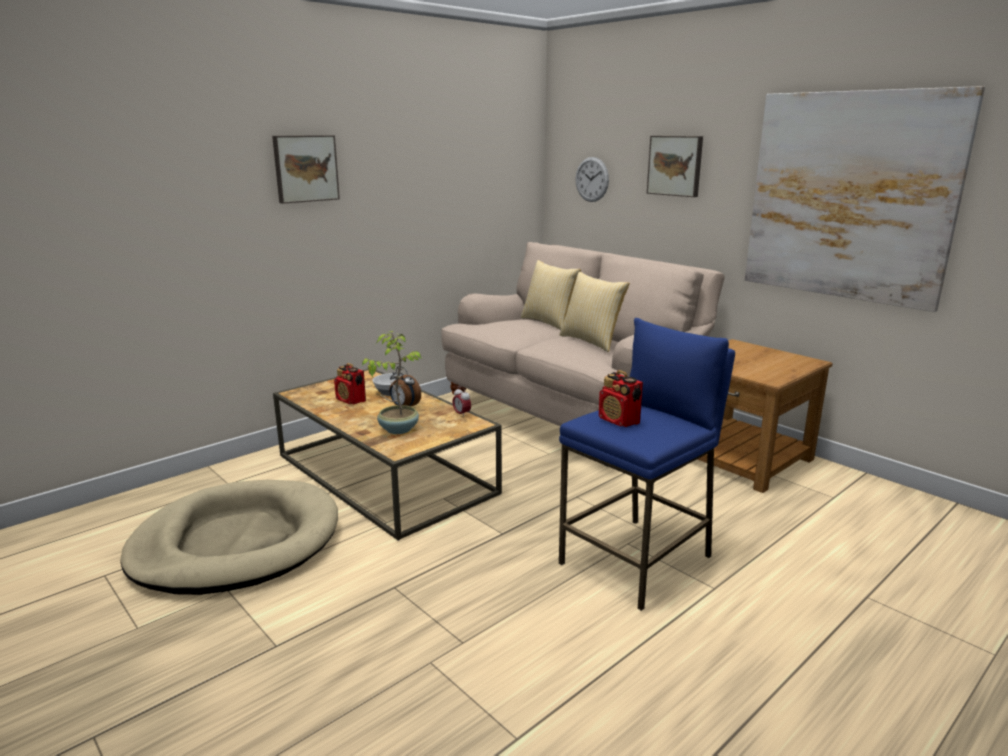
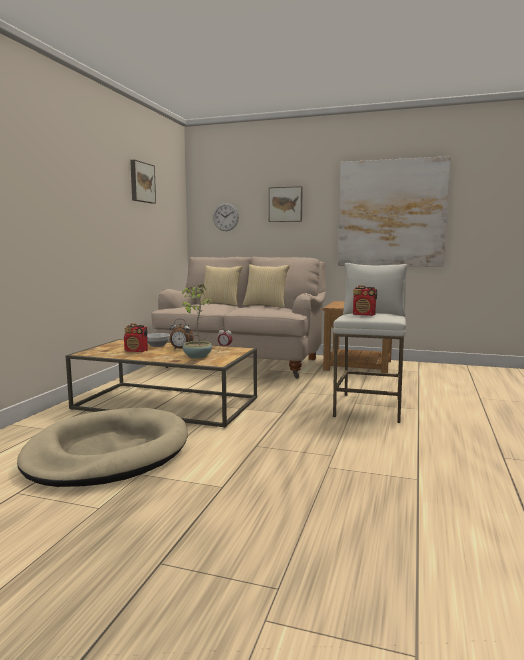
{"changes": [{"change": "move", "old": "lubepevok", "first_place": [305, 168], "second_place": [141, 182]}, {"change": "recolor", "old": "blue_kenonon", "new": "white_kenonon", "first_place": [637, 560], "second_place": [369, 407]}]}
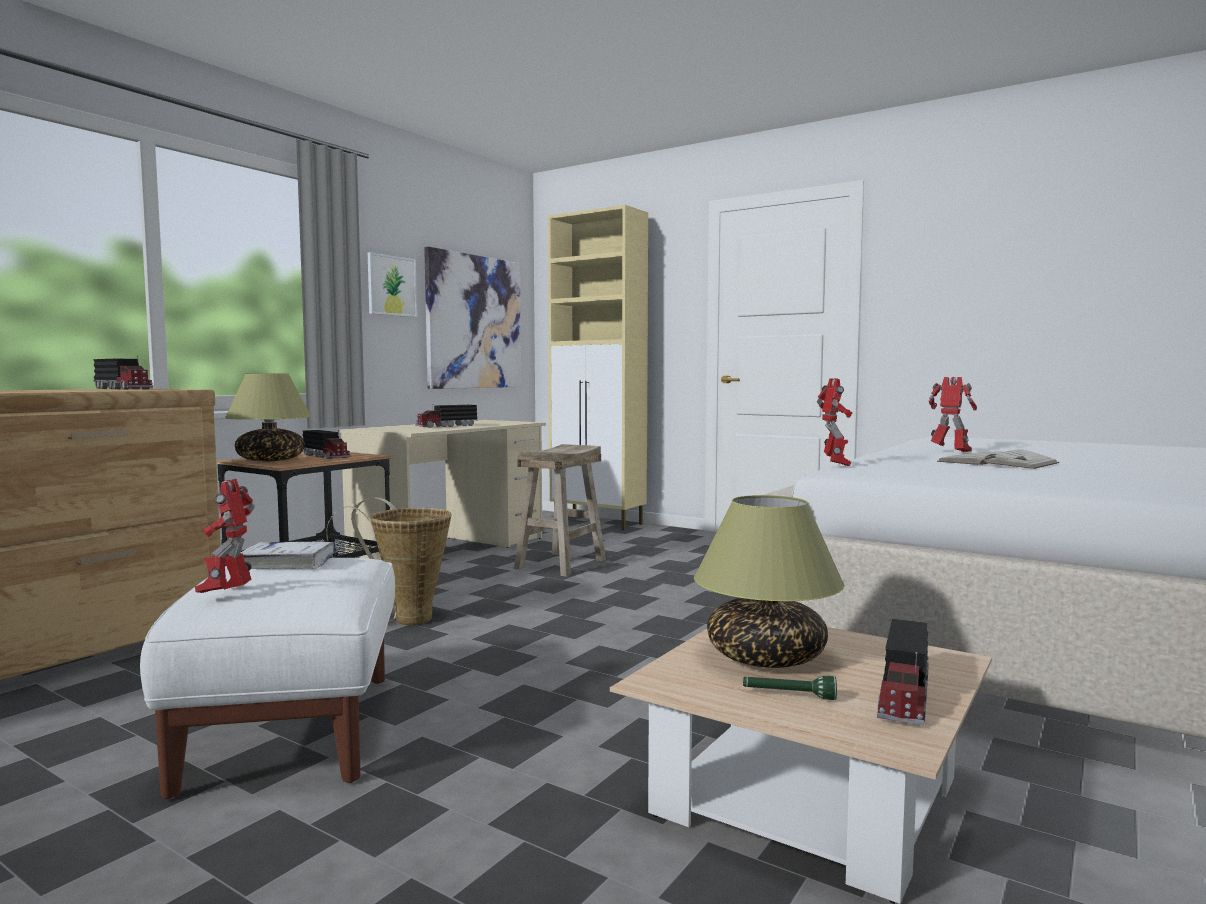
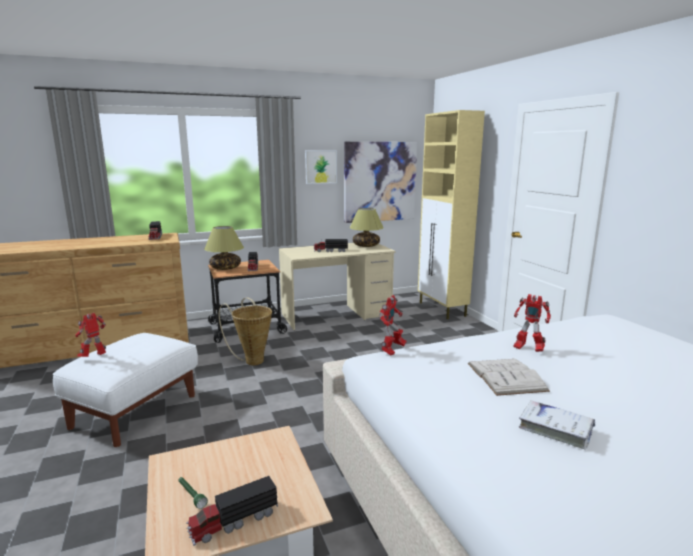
{"changes": [{"change": "move", "old": "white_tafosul", "first_place": [288, 564], "second_place": [555, 429]}, {"change": "delete", "old": "beige_kenonon", "first_place": [561, 564]}, {"change": "move", "old": "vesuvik", "first_place": [767, 658], "second_place": [366, 246]}, {"change": "rotate", "old": "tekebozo", "first_place": [951, 451], "second_place": [527, 349], "degrees": 135}]}
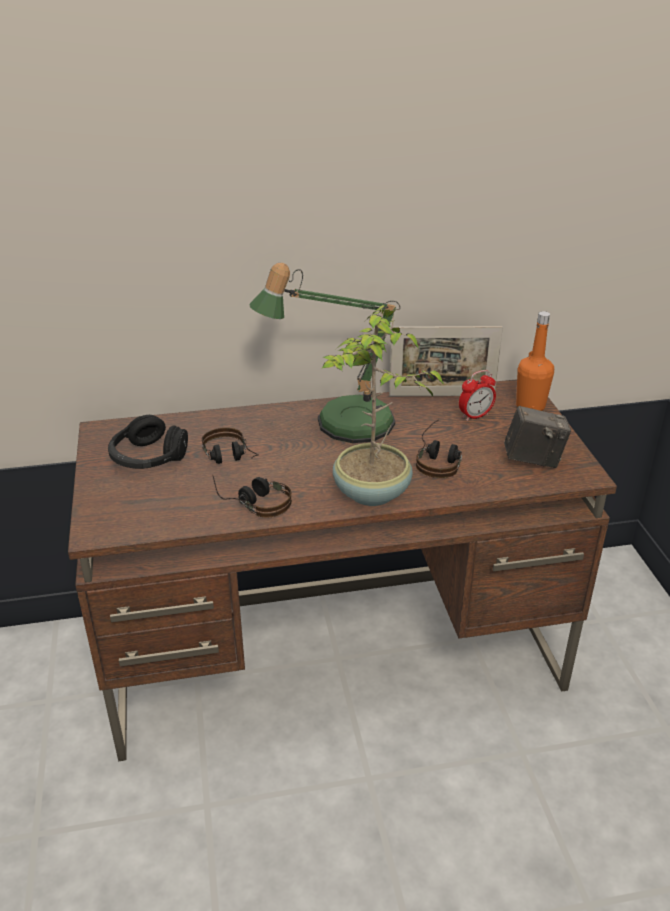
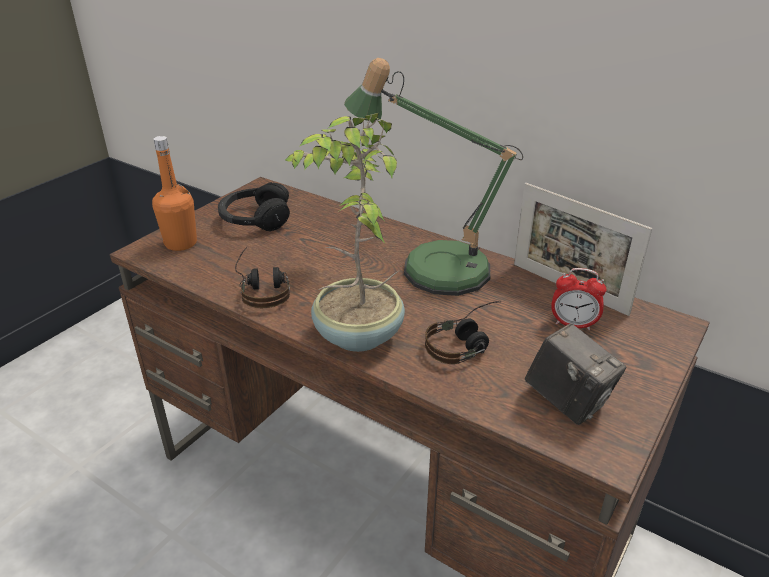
{"changes": [{"change": "delete", "old": "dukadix", "first_place": [230, 459]}, {"change": "move", "old": "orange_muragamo", "first_place": [530, 406], "second_place": [181, 243]}]}
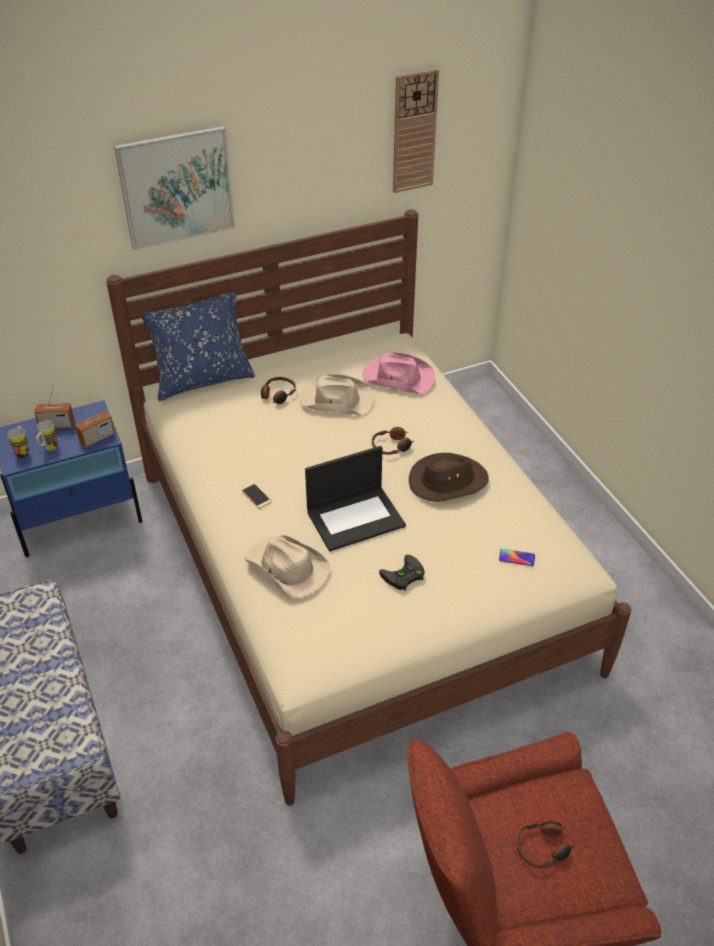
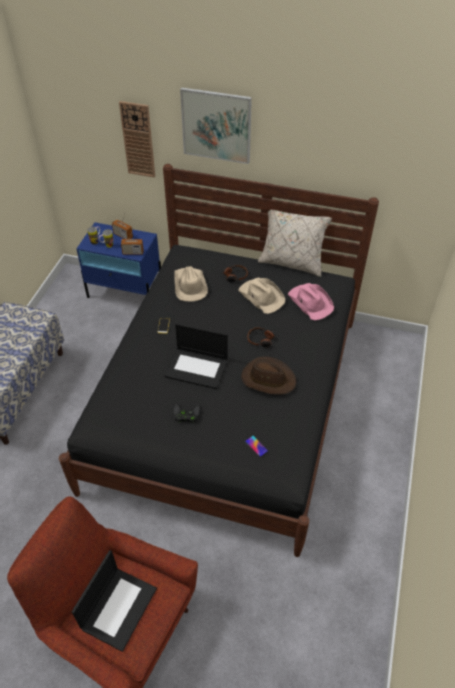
{"changes": [{"change": "recolor", "old": "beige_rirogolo", "new": "black_rirogolo", "first_place": [357, 567], "second_place": [227, 401]}, {"change": "delete", "old": "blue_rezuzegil", "first_place": [202, 380]}, {"change": "move", "old": "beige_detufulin", "first_place": [287, 569], "second_place": [190, 285]}, {"change": "move", "old": "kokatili", "first_place": [414, 132], "second_place": [138, 140]}, {"change": "replace", "old": "dukadix", "new": "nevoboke", "first_place": [543, 847], "second_place": [118, 607]}, {"change": "insert", "new": "beige_rezuzegil", "second_place": [291, 263]}]}
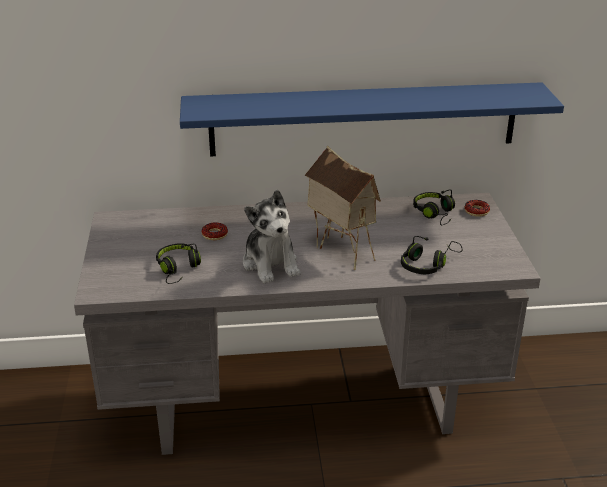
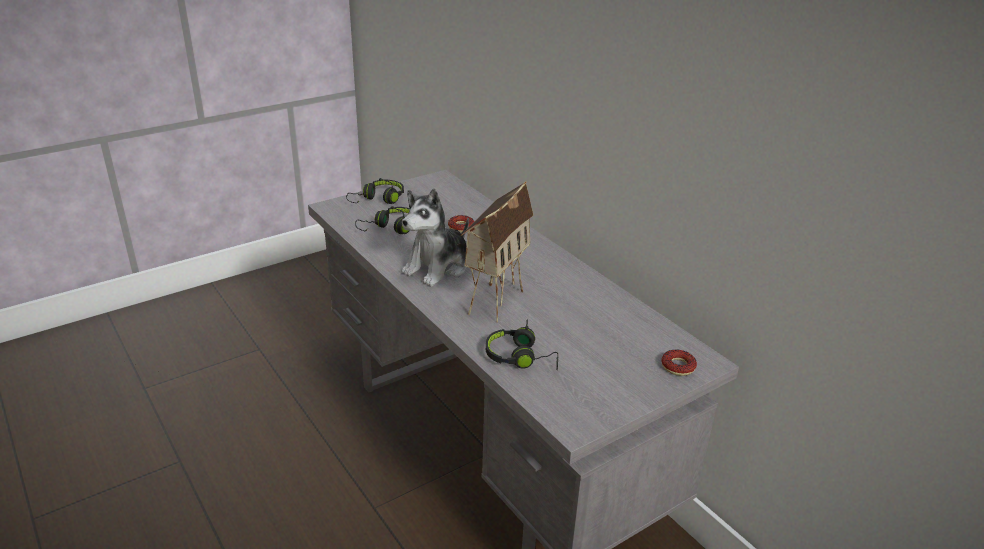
{"changes": [{"change": "delete", "old": "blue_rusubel", "first_place": [363, 119]}, {"change": "move", "old": "black_dukadix", "first_place": [435, 214], "second_place": [379, 199]}]}
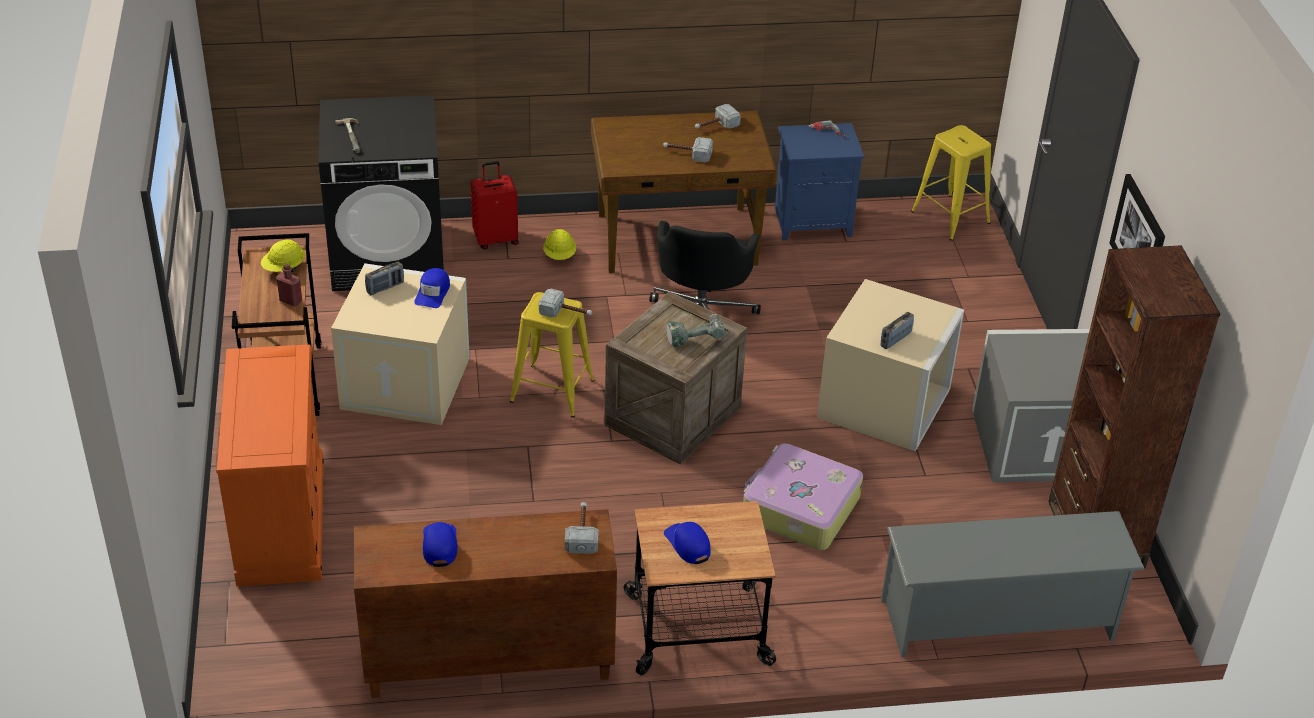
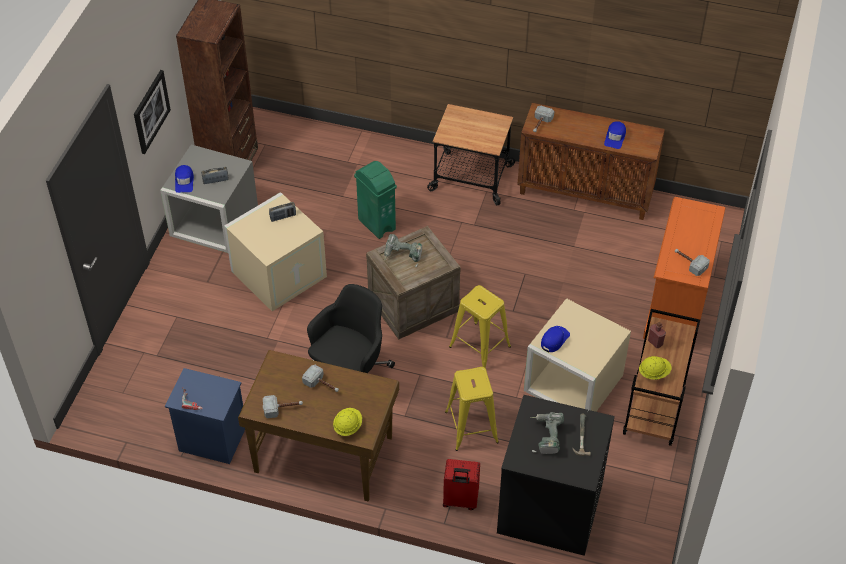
{"changes": [{"change": "move", "old": "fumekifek", "first_place": [385, 287], "second_place": [215, 180]}, {"change": "move", "old": "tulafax", "first_place": [566, 313], "second_place": [689, 263]}, {"change": "move", "old": "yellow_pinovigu", "first_place": [560, 256], "second_place": [347, 426]}, {"change": "move", "old": "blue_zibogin", "first_place": [688, 544], "second_place": [184, 181]}, {"change": "replace", "old": "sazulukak", "new": "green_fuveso", "first_place": [799, 508], "second_place": [376, 224]}, {"change": "delete", "old": "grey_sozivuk", "first_place": [997, 620]}, {"change": "move", "old": "yellow_kenonon", "first_place": [950, 217], "second_place": [471, 427]}, {"change": "insert", "new": "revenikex", "second_place": [546, 437]}]}
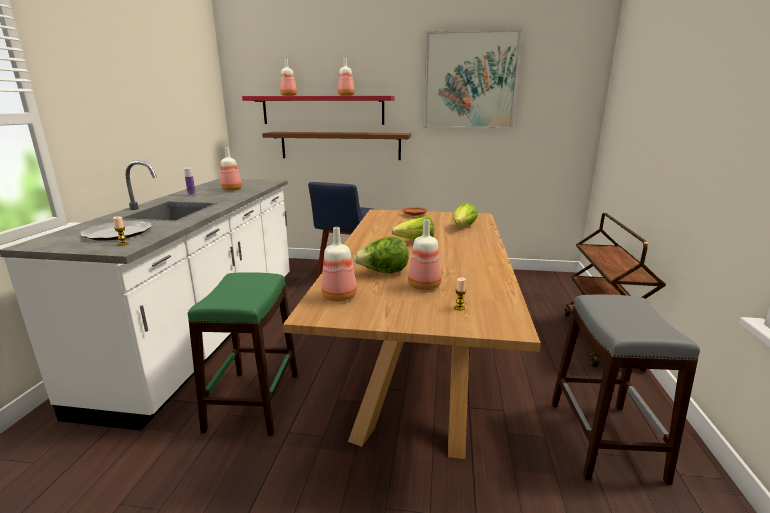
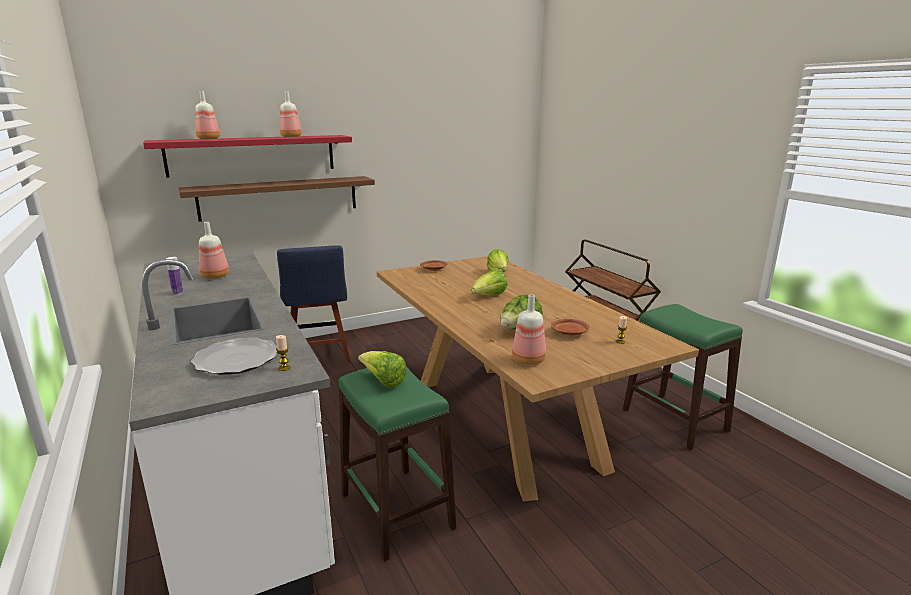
{"changes": [{"change": "replace", "old": "muragamo", "new": "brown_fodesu", "first_place": [425, 286], "second_place": [570, 333]}, {"change": "delete", "old": "lubepevok", "first_place": [470, 81]}, {"change": "recolor", "old": "grey_kenonon", "new": "green_kenonon", "first_place": [605, 439], "second_place": [674, 420]}, {"change": "insert", "new": "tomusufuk", "second_place": [383, 381]}]}
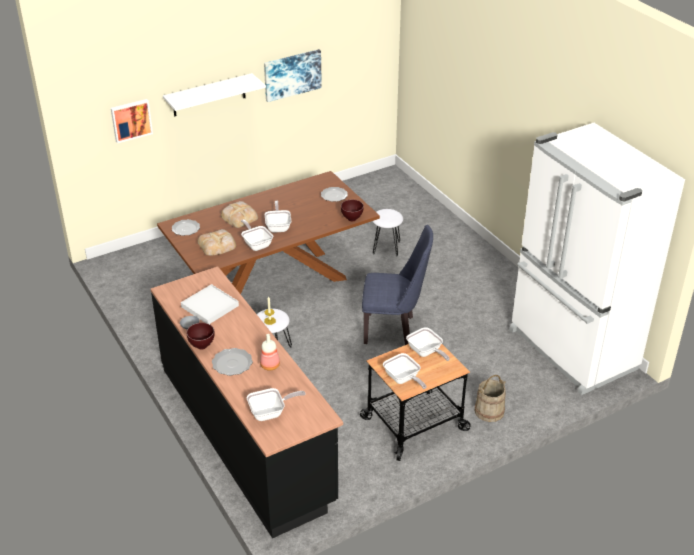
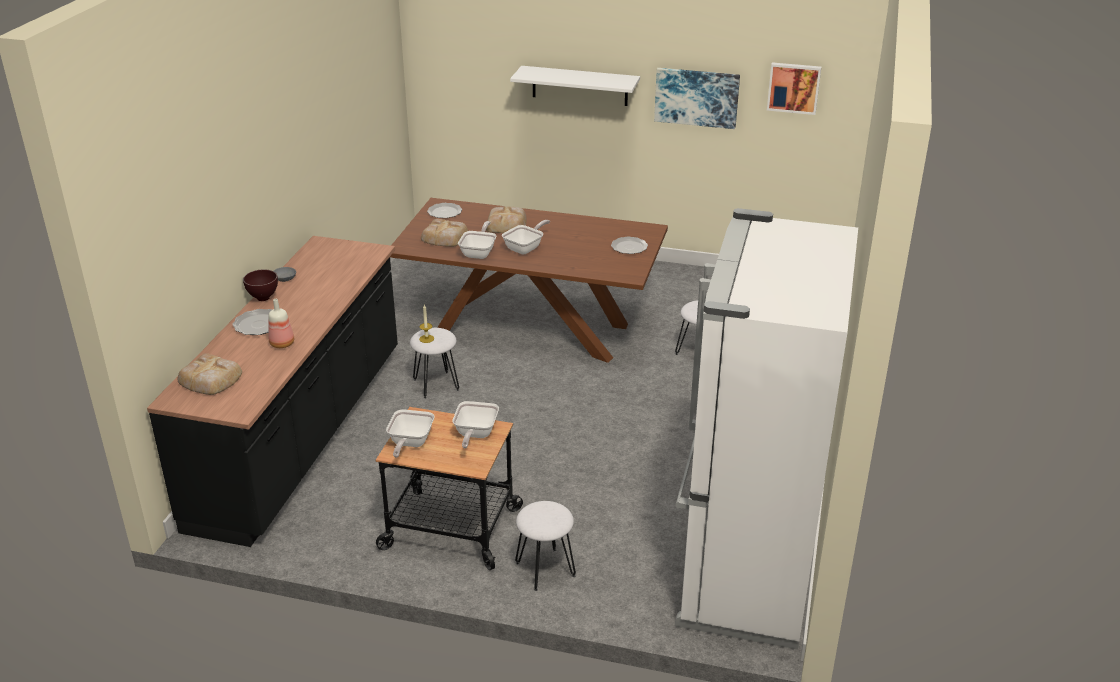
{"changes": [{"change": "move", "old": "lubepevok", "first_place": [131, 120], "second_place": [794, 87]}, {"change": "delete", "old": "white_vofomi", "first_place": [210, 306]}, {"change": "replace", "old": "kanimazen", "new": "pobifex", "first_place": [270, 413], "second_place": [211, 379]}, {"change": "delete", "old": "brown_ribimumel", "first_place": [352, 219]}, {"change": "delete", "old": "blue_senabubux", "first_place": [394, 330]}, {"change": "replace", "old": "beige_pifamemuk", "new": "white_kenonon", "first_place": [489, 411], "second_place": [544, 569]}]}
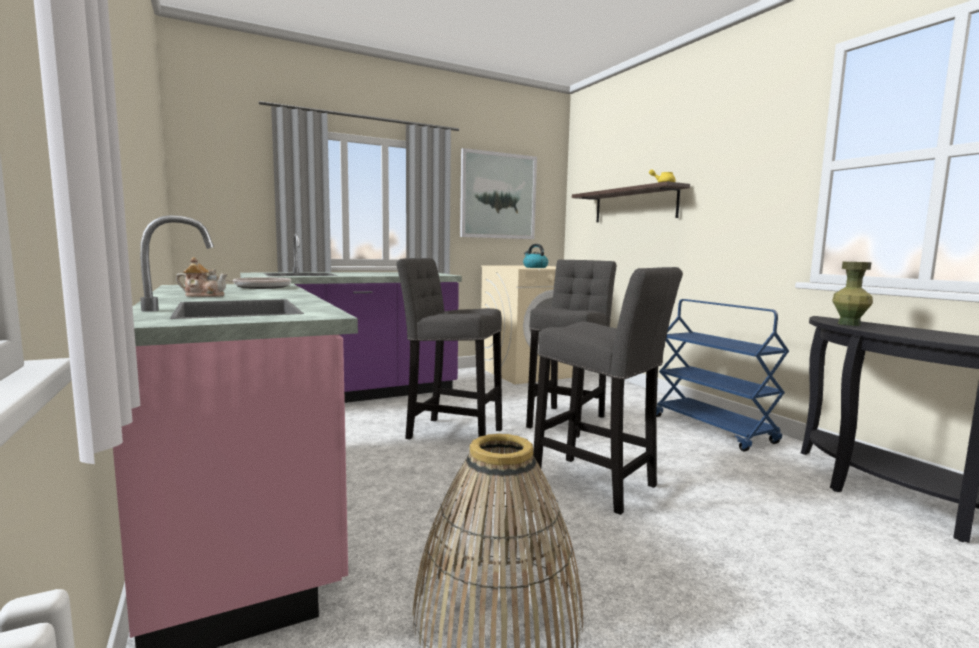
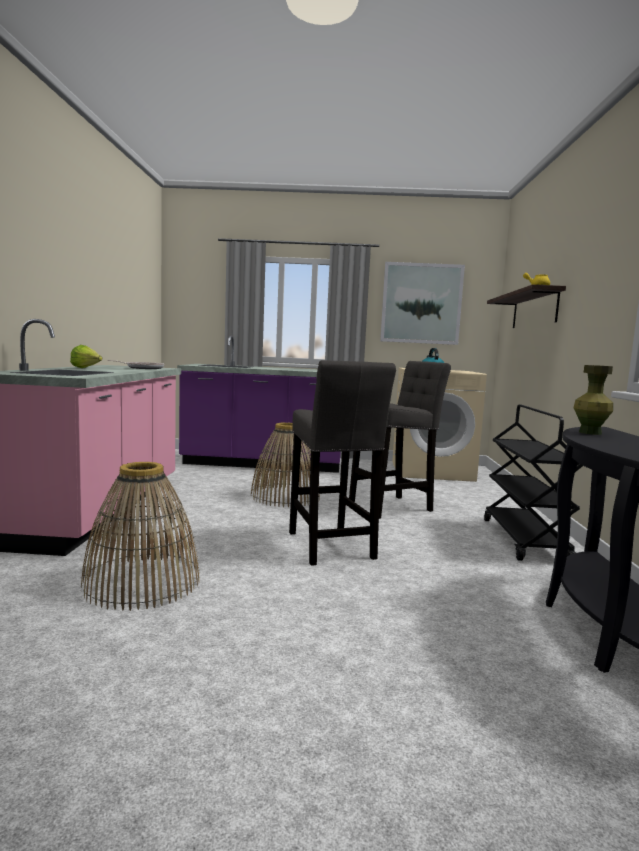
{"changes": [{"change": "replace", "old": "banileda", "new": "tomusufuk", "first_place": [204, 295], "second_place": [86, 368]}, {"change": "replace", "old": "grey_kenonon", "new": "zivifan", "first_place": [450, 433], "second_place": [285, 496]}, {"change": "recolor", "old": "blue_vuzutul", "new": "black_vuzutul", "first_place": [713, 429], "second_place": [525, 540]}]}
